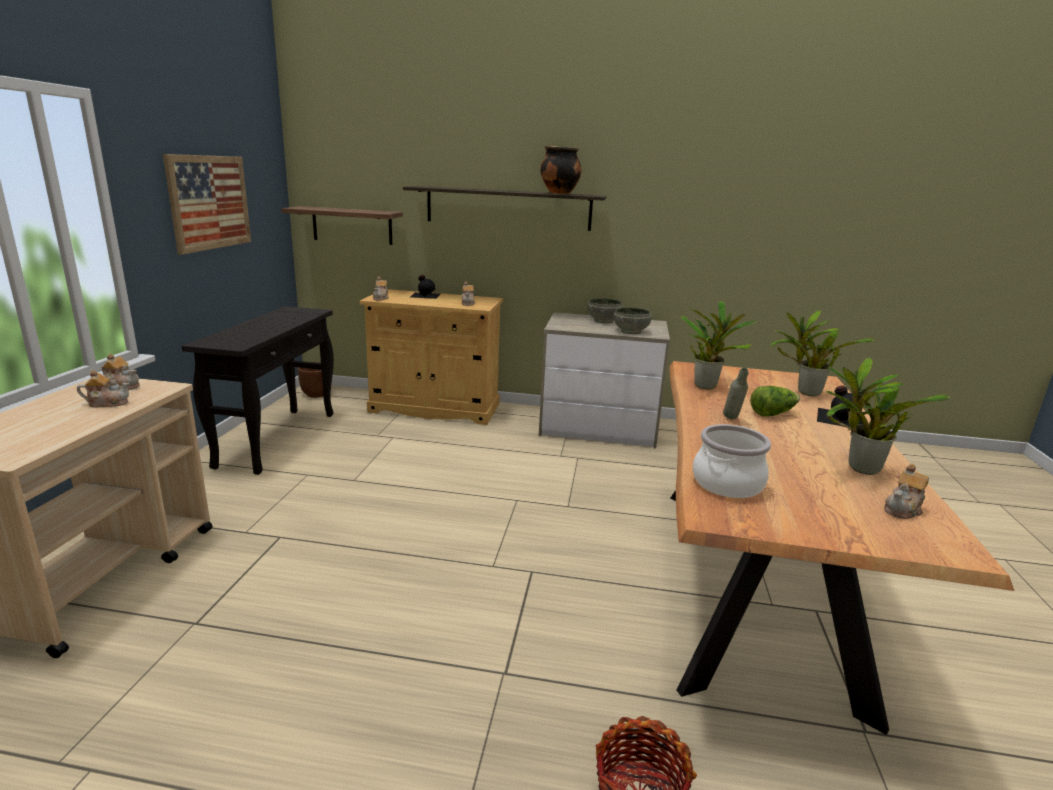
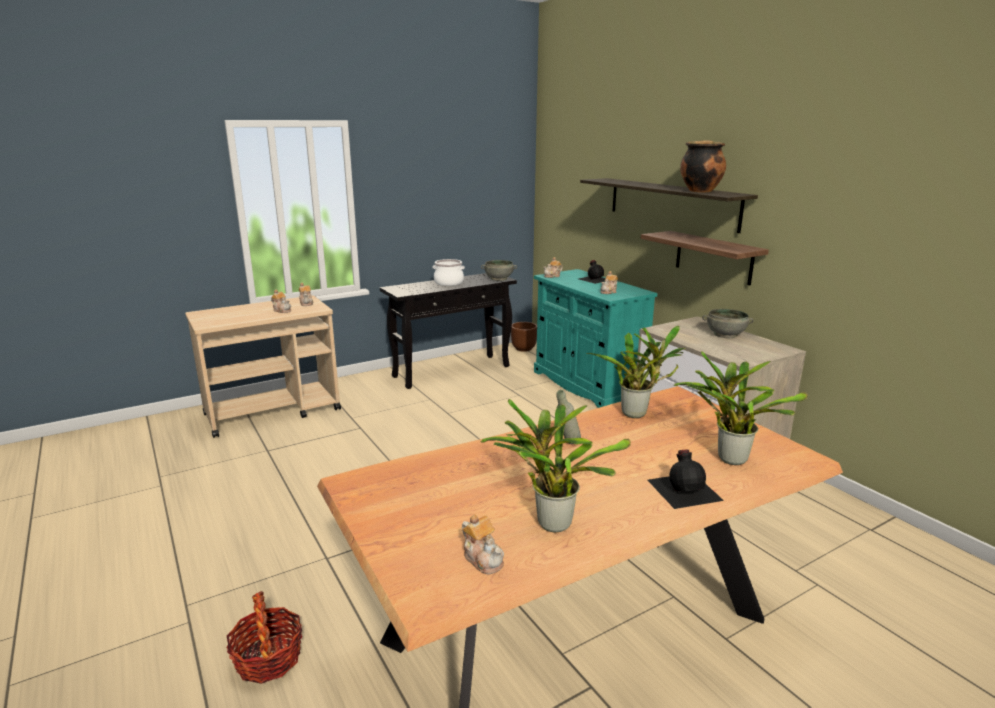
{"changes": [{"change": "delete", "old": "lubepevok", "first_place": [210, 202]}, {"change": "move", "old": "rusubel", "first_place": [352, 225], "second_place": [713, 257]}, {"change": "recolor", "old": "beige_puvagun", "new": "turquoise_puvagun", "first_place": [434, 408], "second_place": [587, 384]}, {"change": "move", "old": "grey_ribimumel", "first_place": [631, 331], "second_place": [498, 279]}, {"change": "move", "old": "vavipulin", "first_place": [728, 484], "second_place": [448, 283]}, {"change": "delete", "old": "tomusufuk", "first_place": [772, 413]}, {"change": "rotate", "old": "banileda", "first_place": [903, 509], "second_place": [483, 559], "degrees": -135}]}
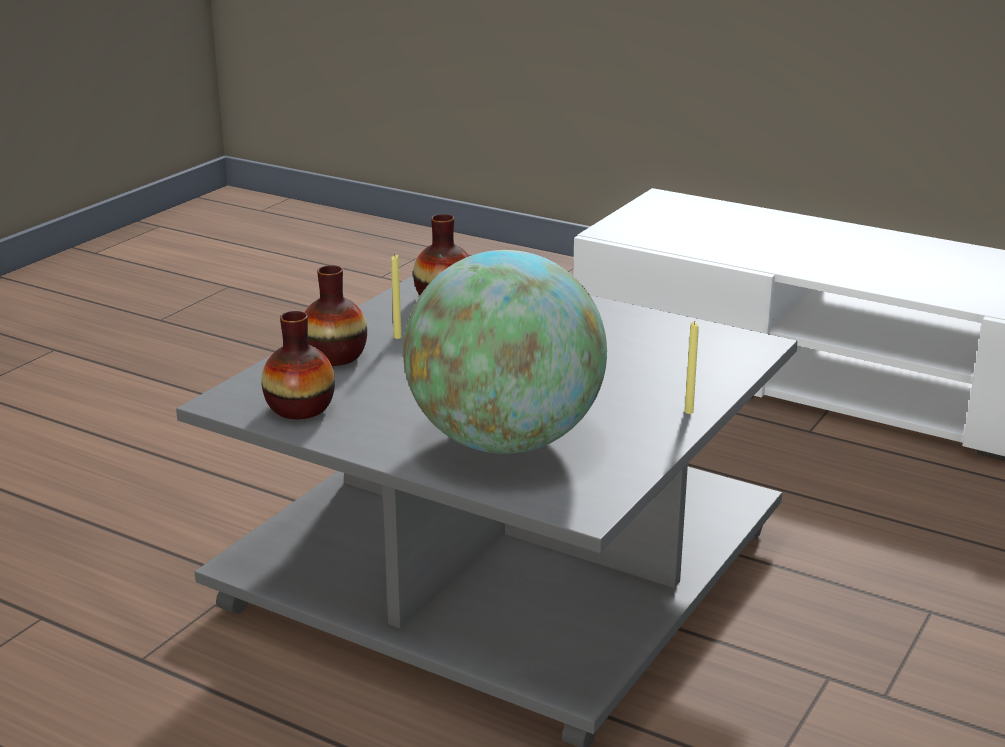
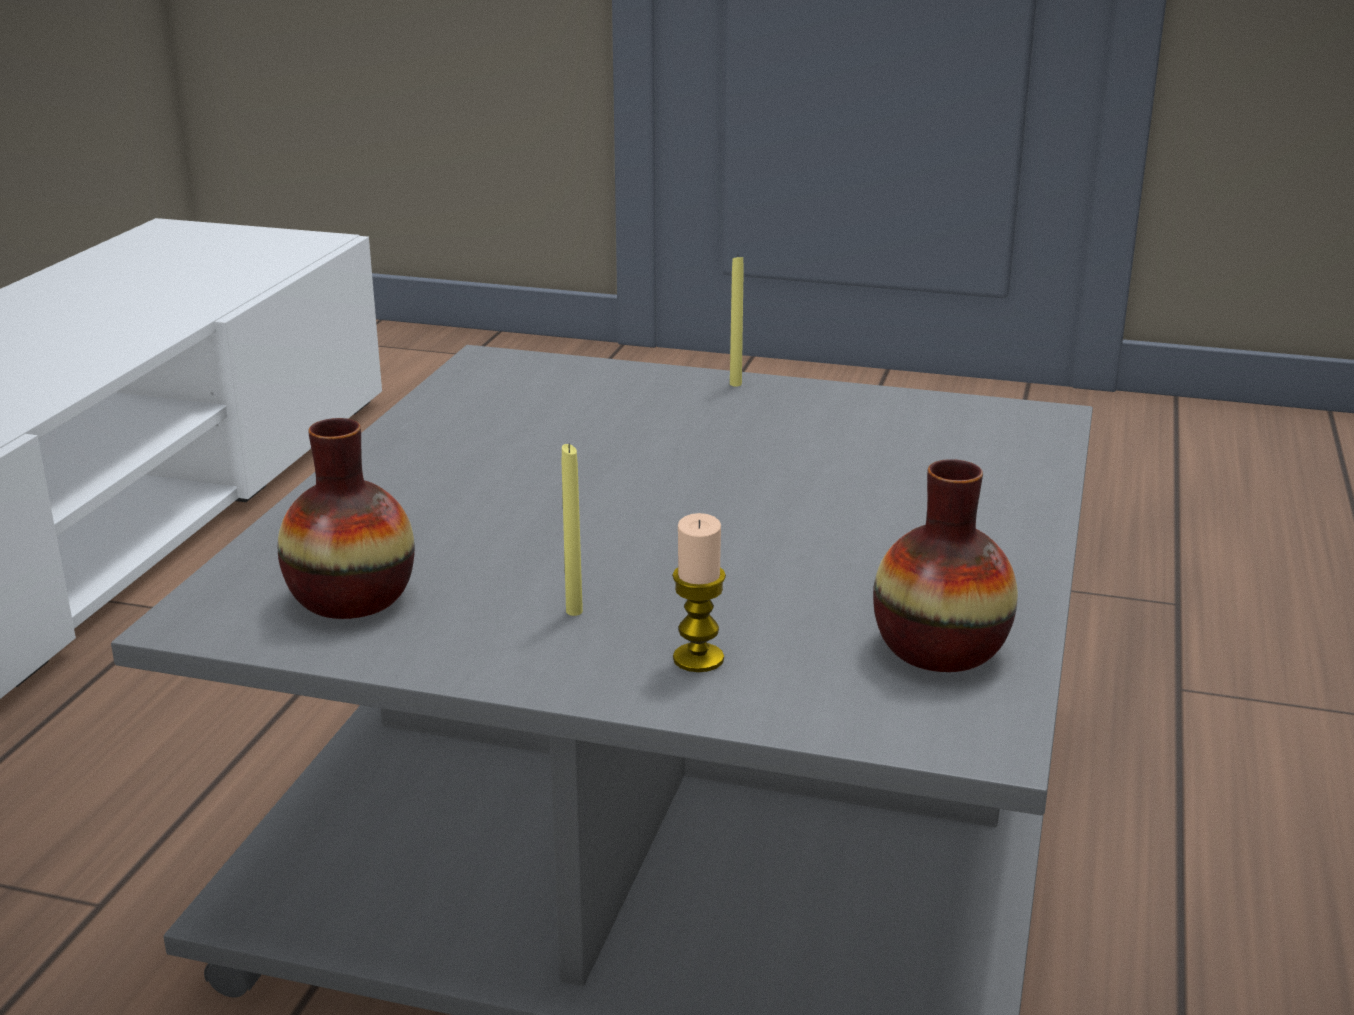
{"changes": [{"change": "replace", "old": "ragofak", "new": "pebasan", "first_place": [334, 356], "second_place": [698, 659]}, {"change": "delete", "old": "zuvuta", "first_place": [505, 441]}]}
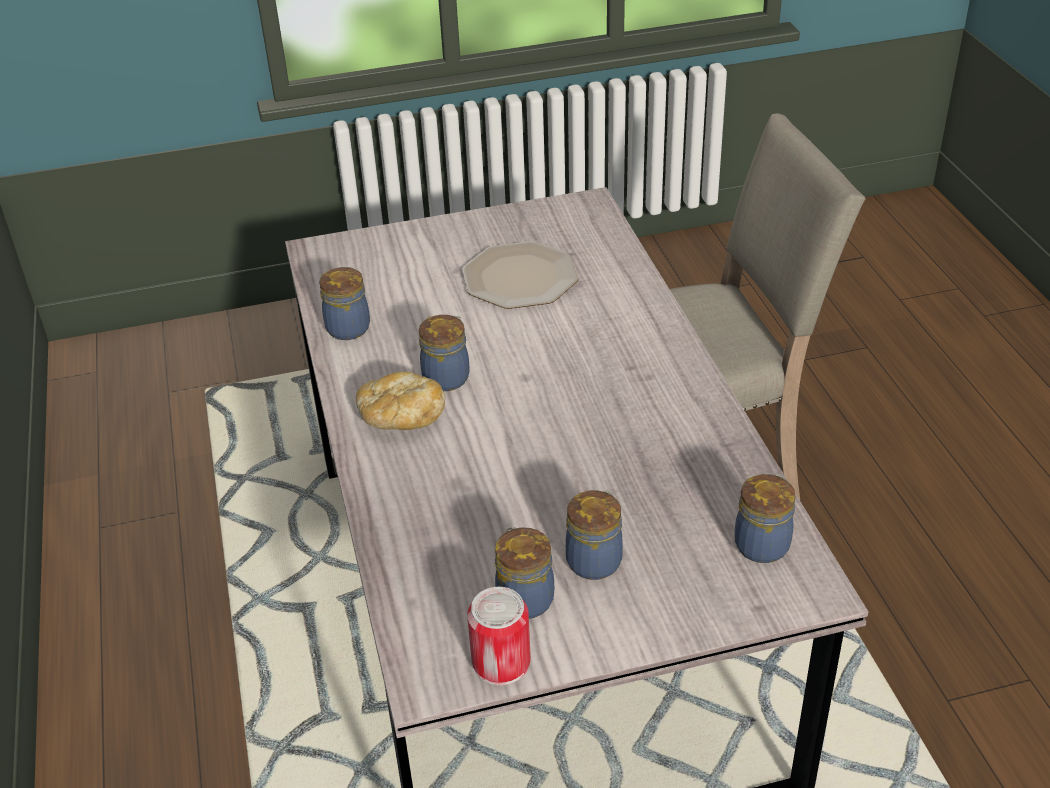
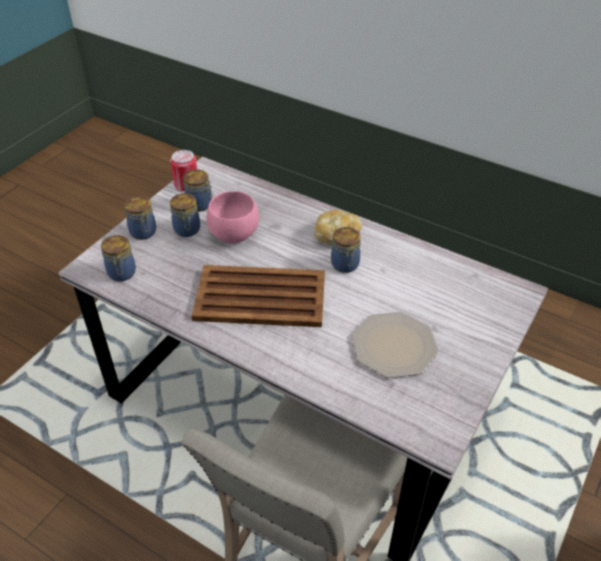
{"changes": [{"change": "move", "old": "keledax", "first_place": [349, 327], "second_place": [143, 233]}, {"change": "insert", "new": "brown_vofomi", "second_place": [262, 297]}, {"change": "insert", "new": "pink_ribimumel", "second_place": [233, 235]}]}
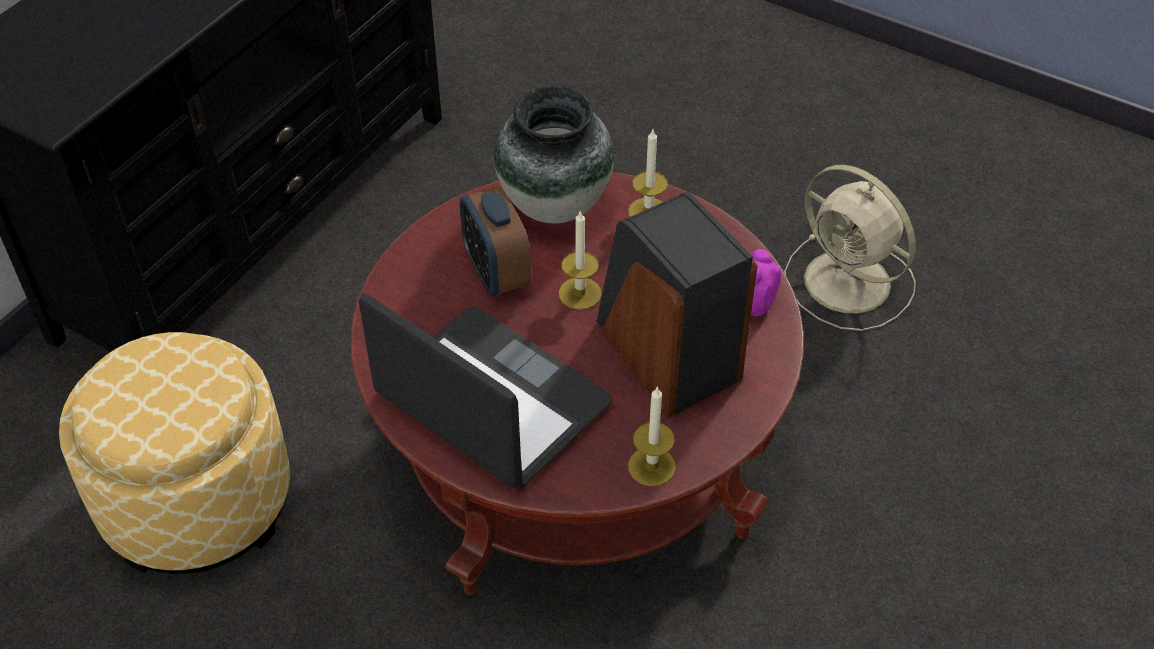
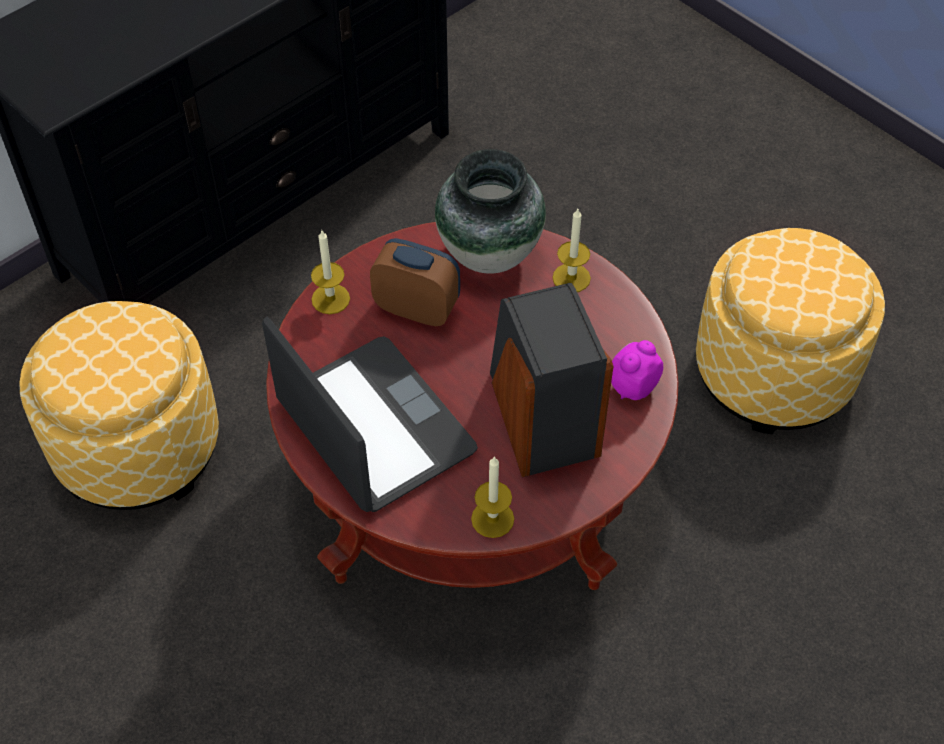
{"changes": [{"change": "rotate", "old": "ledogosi", "first_place": [496, 273], "second_place": [417, 308], "degrees": 120}, {"change": "move", "old": "pebasan", "first_place": [580, 293], "second_place": [330, 299]}, {"change": "replace", "old": "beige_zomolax", "new": "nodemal", "first_place": [850, 284], "second_place": [774, 371]}]}
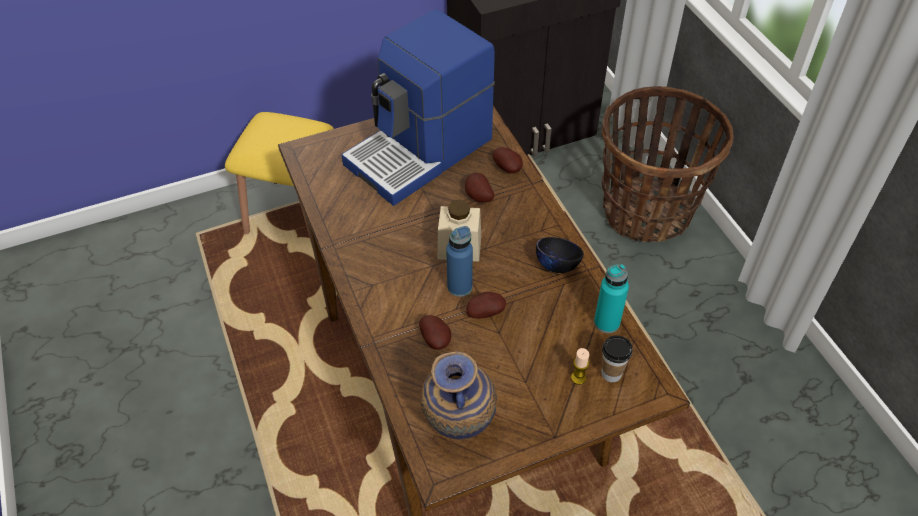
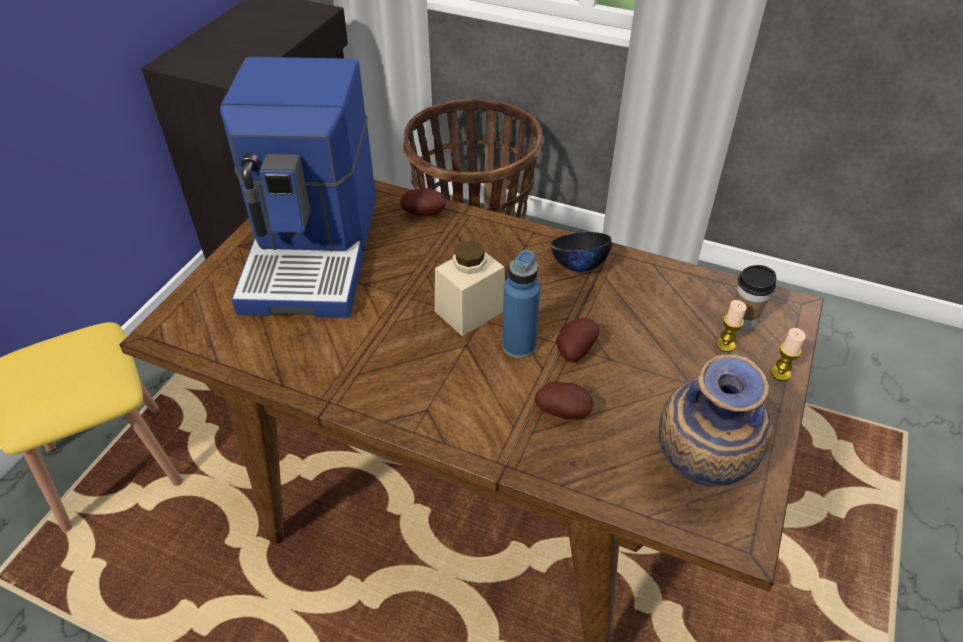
{"changes": [{"change": "delete", "old": "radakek", "first_place": [478, 197]}, {"change": "delete", "old": "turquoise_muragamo", "first_place": [607, 322]}, {"change": "insert", "new": "pebasan", "second_place": [780, 373]}]}
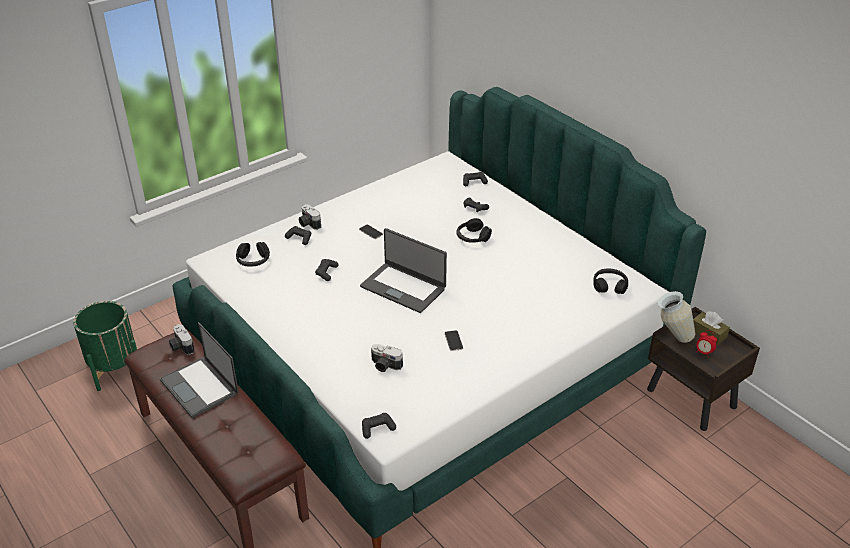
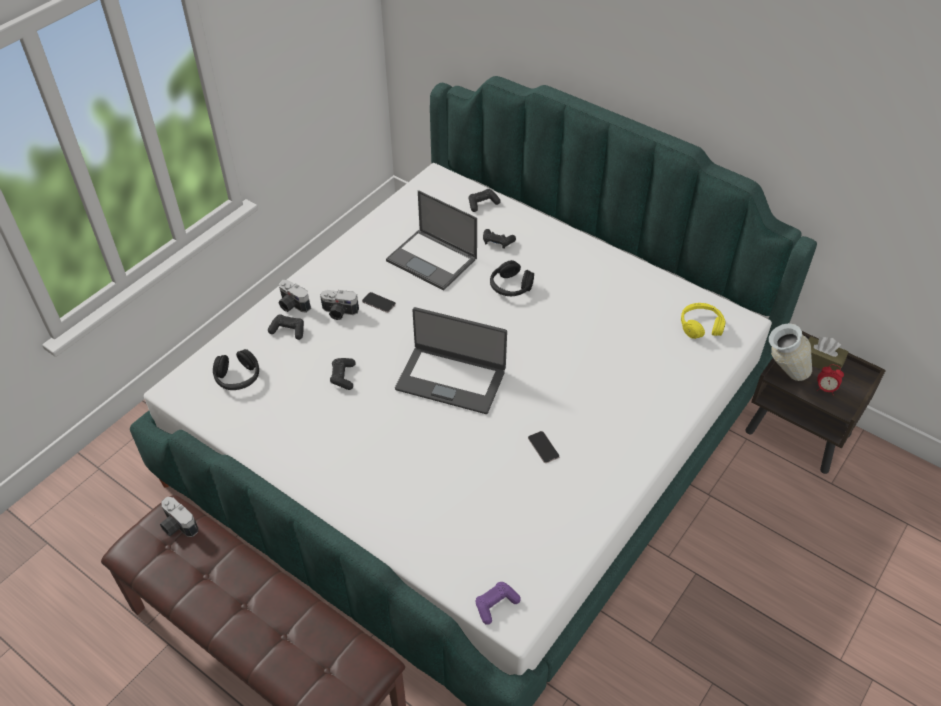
{"changes": [{"change": "delete", "old": "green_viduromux", "first_place": [115, 369]}, {"change": "move", "old": "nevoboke", "first_place": [200, 387], "second_place": [433, 260]}, {"change": "recolor", "old": "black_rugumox", "new": "purple_rugumox", "first_place": [377, 428], "second_place": [495, 605]}, {"change": "move", "old": "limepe", "first_place": [385, 366], "second_place": [339, 312]}, {"change": "recolor", "old": "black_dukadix", "new": "yellow_dukadix", "first_place": [609, 286], "second_place": [700, 326]}]}
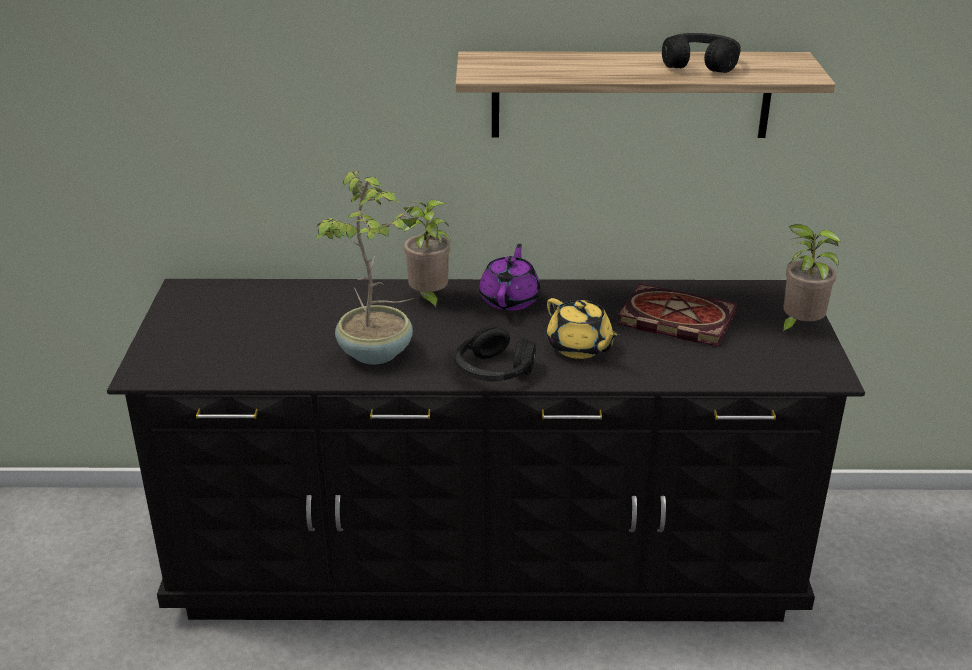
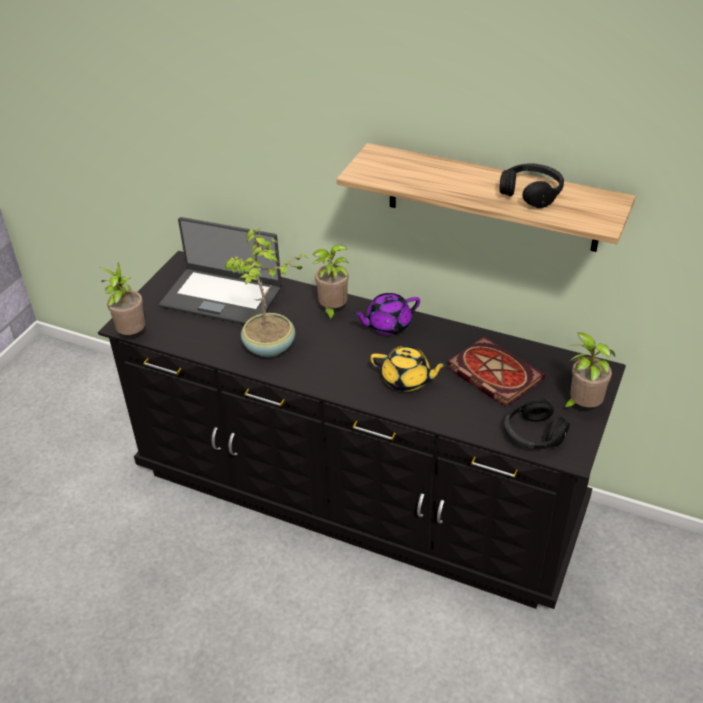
{"changes": [{"change": "move", "old": "black_dukadix", "first_place": [493, 371], "second_place": [533, 434]}, {"change": "rotate", "old": "purple_banileda", "first_place": [510, 299], "second_place": [387, 325], "degrees": -150}, {"change": "rotate", "old": "yellow_banileda", "first_place": [580, 348], "second_place": [407, 380], "degrees": -60}, {"change": "insert", "new": "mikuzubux", "second_place": [131, 334]}, {"change": "insert", "new": "nevoboke", "second_place": [222, 296]}]}
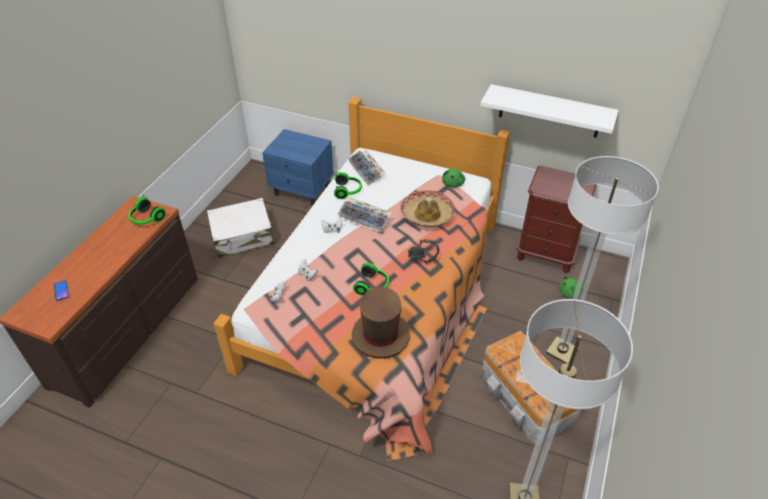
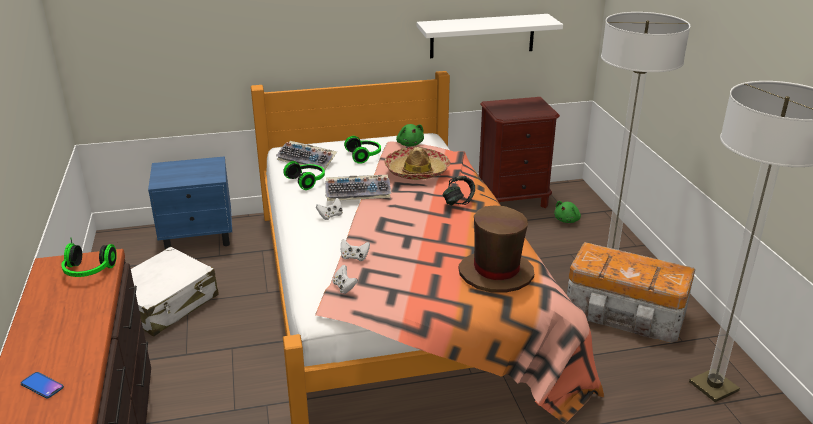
{"changes": [{"change": "move", "old": "dukadix", "first_place": [373, 286], "second_place": [364, 156]}]}
